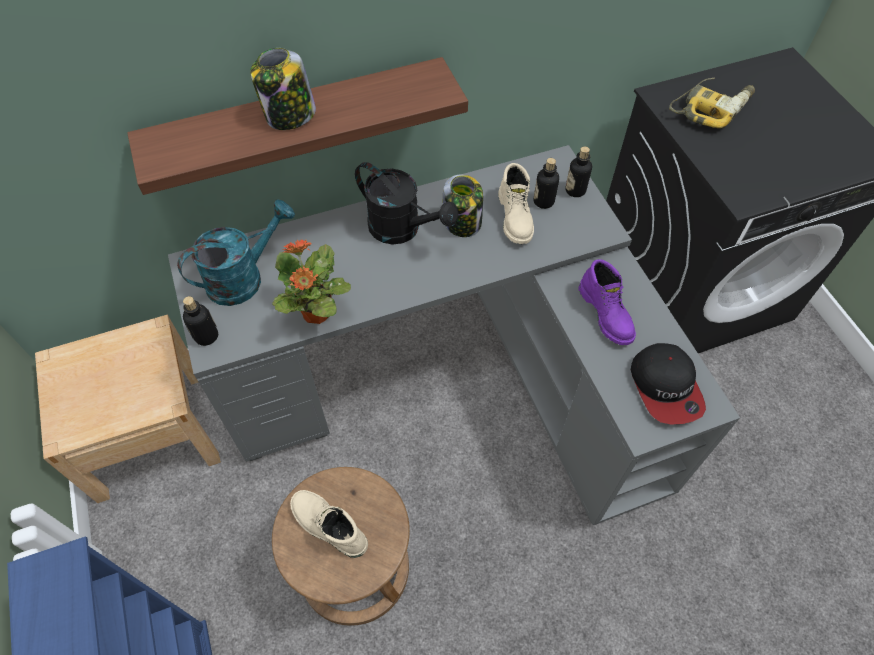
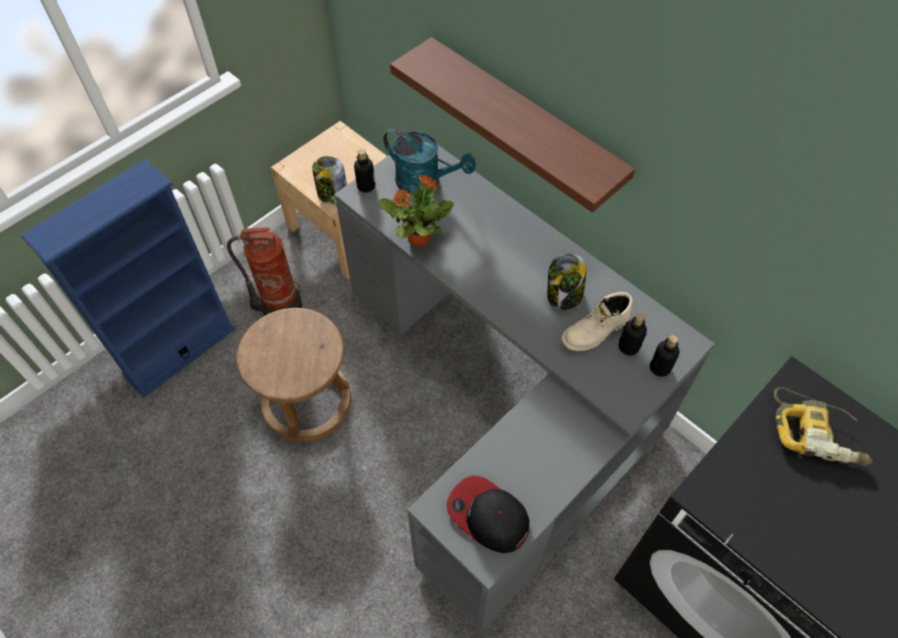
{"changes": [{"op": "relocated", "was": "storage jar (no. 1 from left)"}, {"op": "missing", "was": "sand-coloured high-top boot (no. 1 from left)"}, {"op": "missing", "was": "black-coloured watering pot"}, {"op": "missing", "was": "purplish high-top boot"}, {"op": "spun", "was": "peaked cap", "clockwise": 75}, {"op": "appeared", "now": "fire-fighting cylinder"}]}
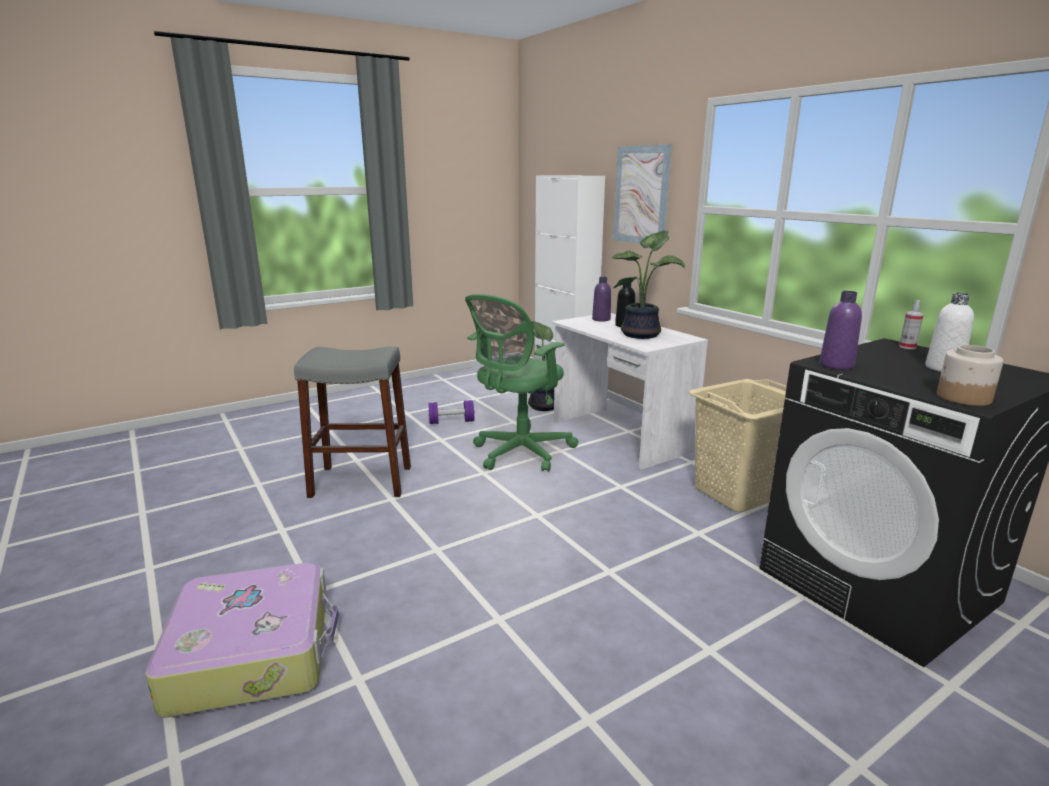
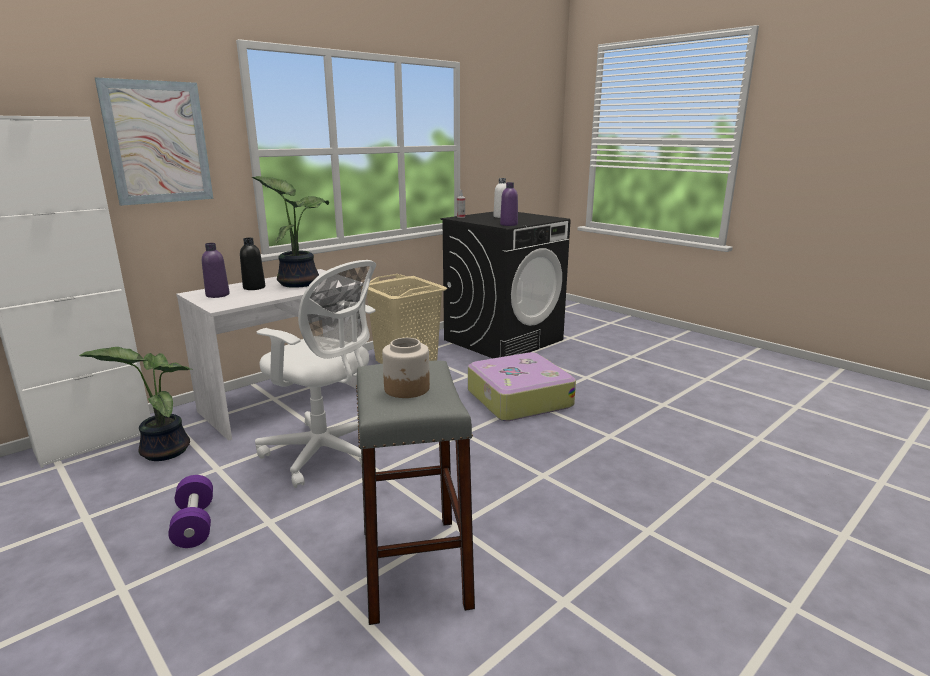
{"changes": [{"op": "relocated", "was": "travel case"}, {"op": "colour", "was": "green desk chair", "now": "white desk chair"}, {"op": "relocated", "was": "storage jar"}]}
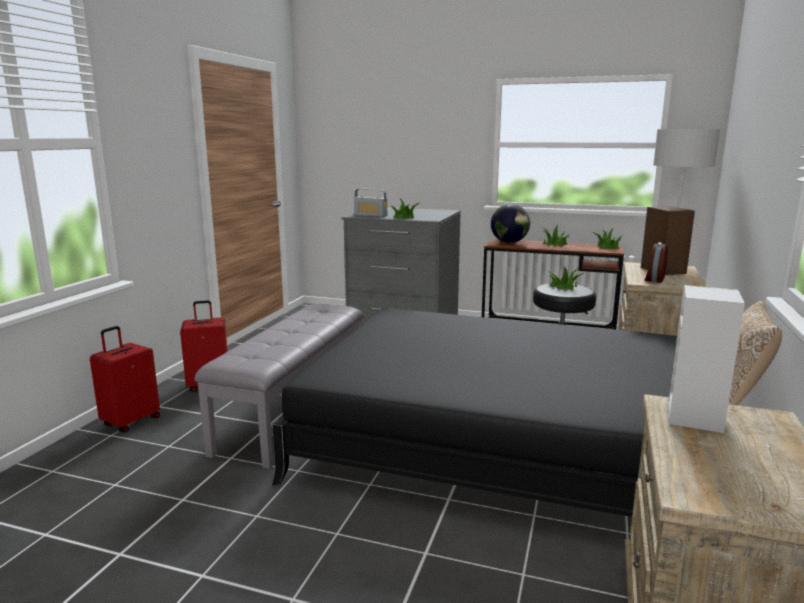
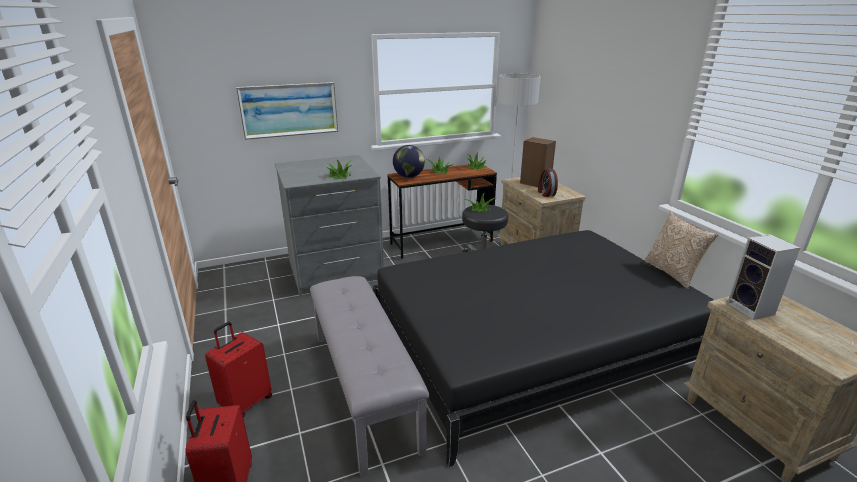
{"changes": [{"op": "missing", "was": "radio set"}, {"op": "appeared", "now": "wall picture"}]}
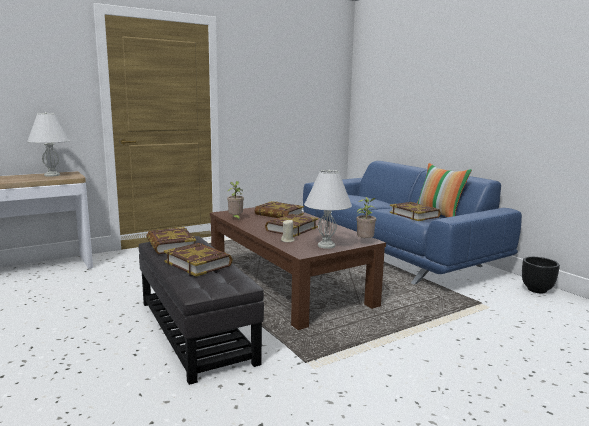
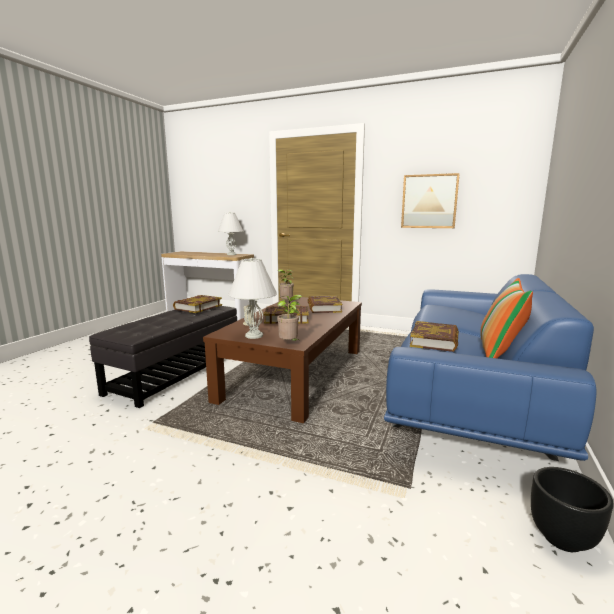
{"changes": [{"op": "missing", "was": "bound book (no. 2 from left)"}, {"op": "appeared", "now": "wall picture"}]}
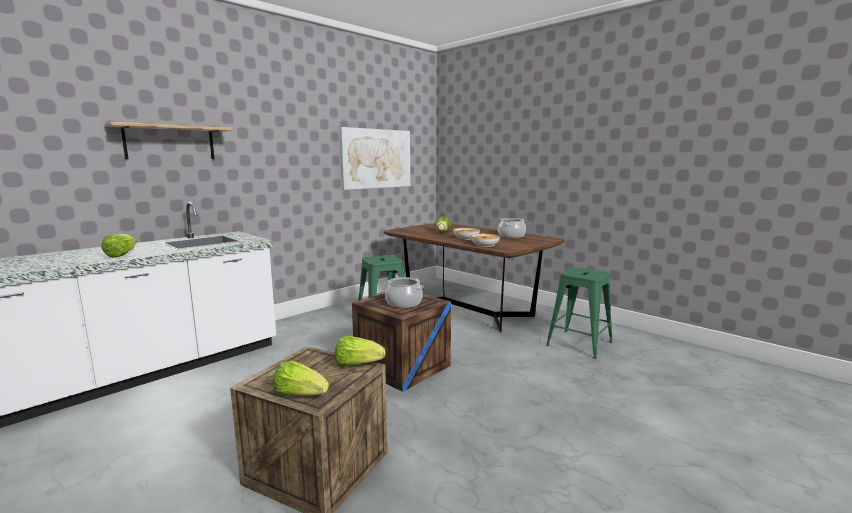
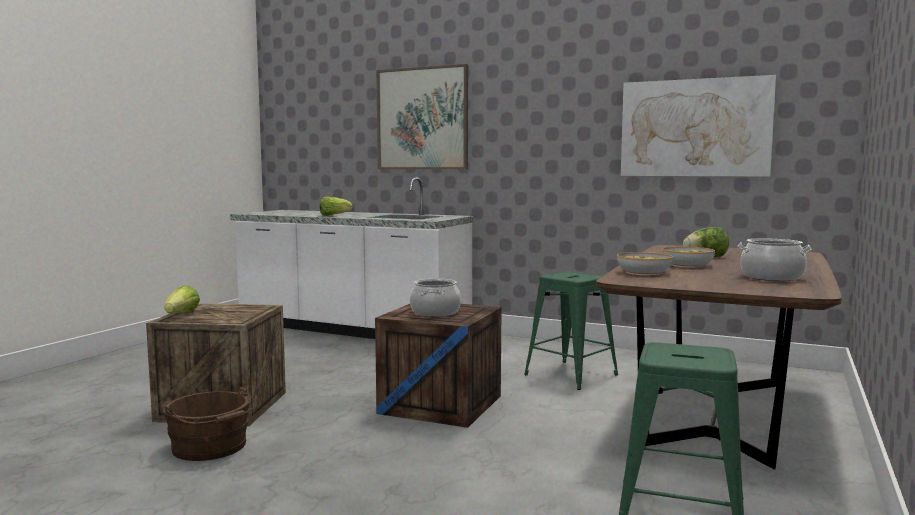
{"changes": [{"op": "exchanged", "was": "wall shelf", "now": "wall picture (no. 1 from left)"}, {"op": "missing", "was": "lettuce (no. 3 from left)"}, {"op": "appeared", "now": "brown-coloured pail"}]}
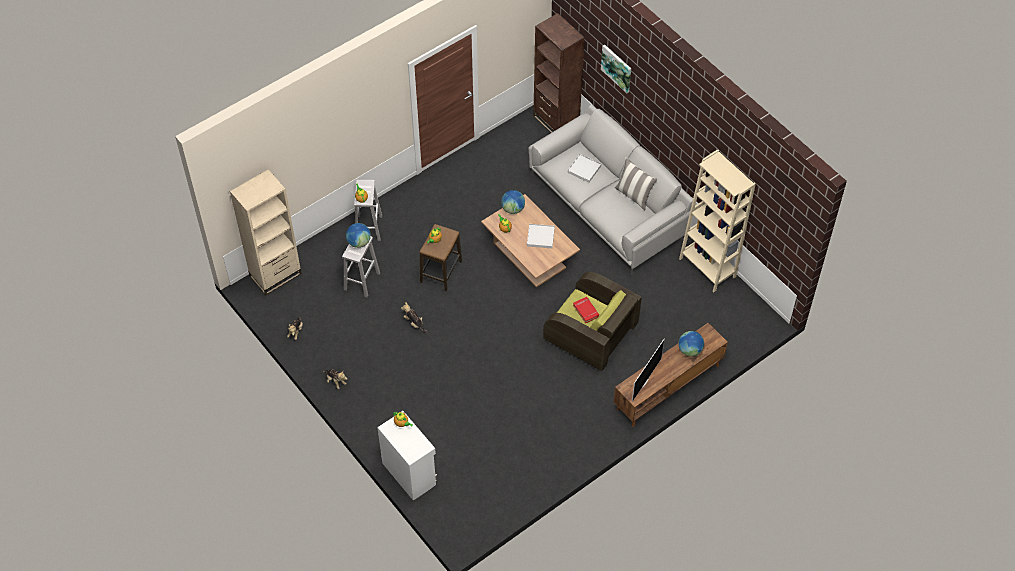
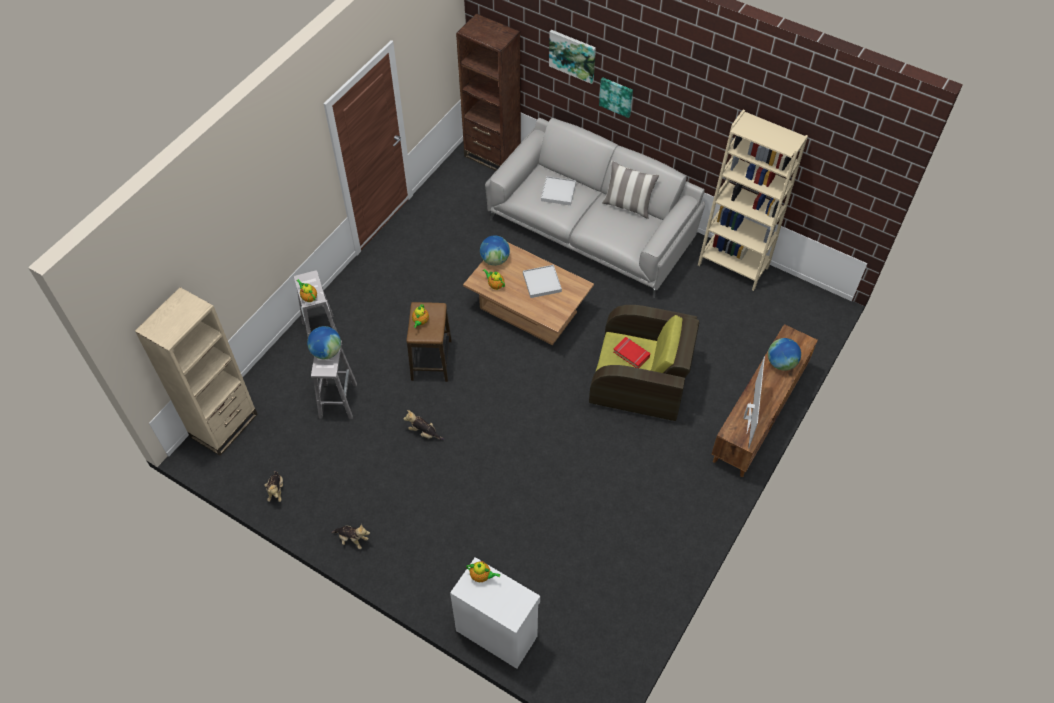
{"changes": [{"op": "appeared", "now": "wall picture (no. 2 from left)"}]}
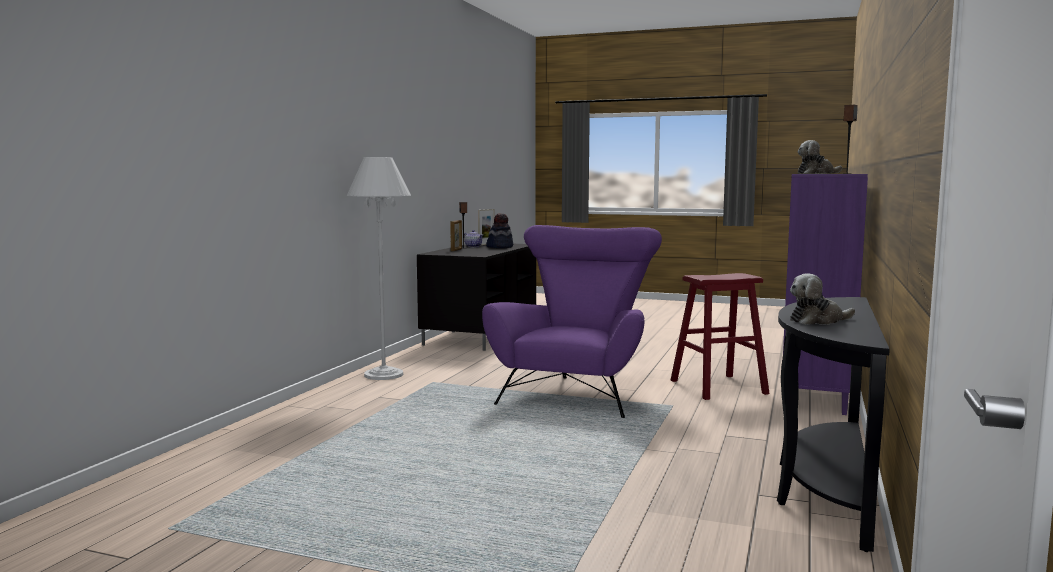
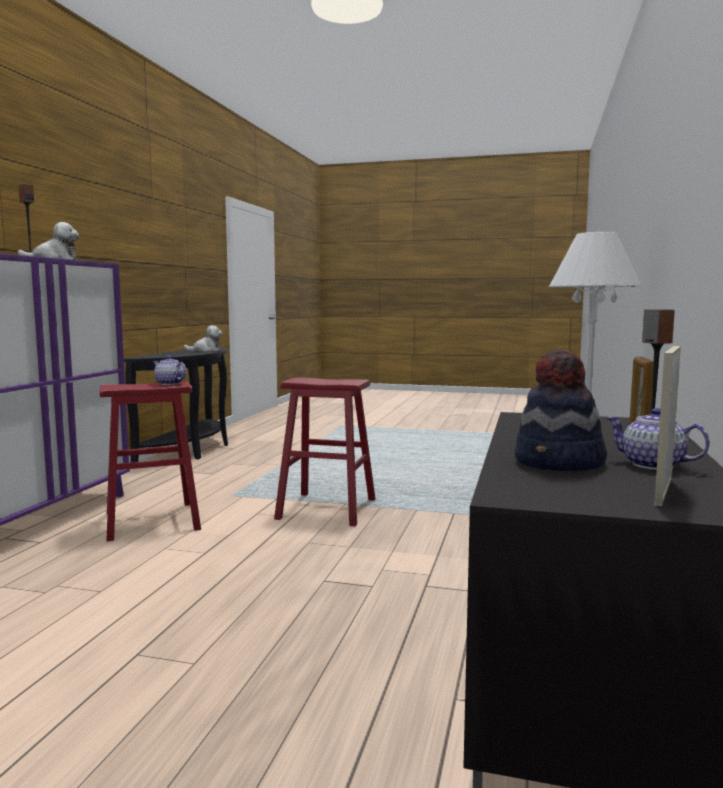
{"changes": [{"op": "exchanged", "was": "purplish lounge chair", "now": "red stool seat (no. 2 from left)"}, {"op": "appeared", "now": "teapot (no. 1 from left)"}]}
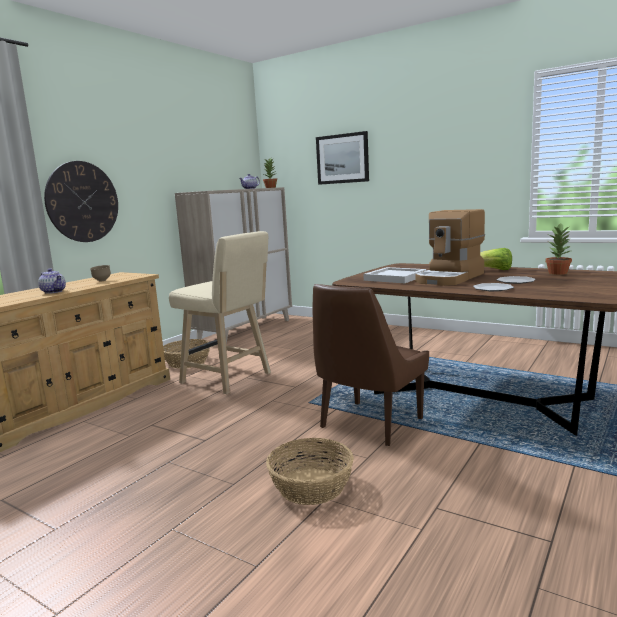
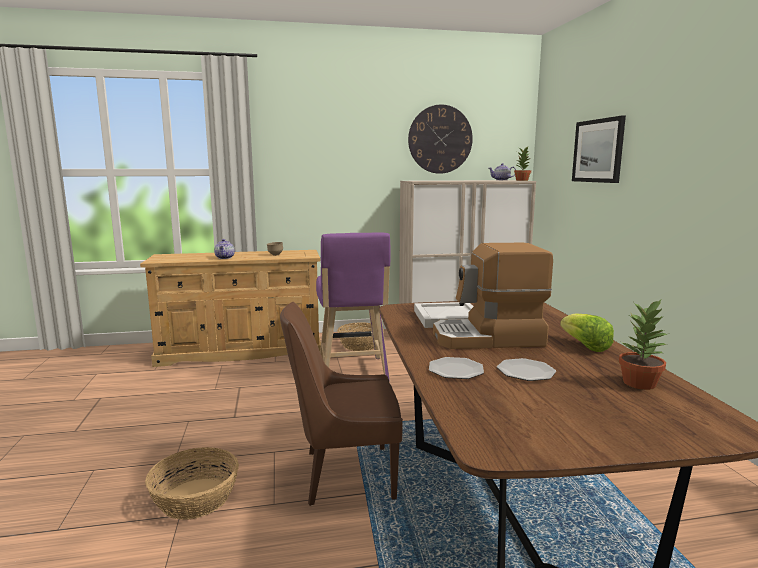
{"changes": [{"op": "relocated", "was": "clock on the wall"}, {"op": "colour", "was": "sand-coloured stool seat", "now": "purplish stool seat"}]}
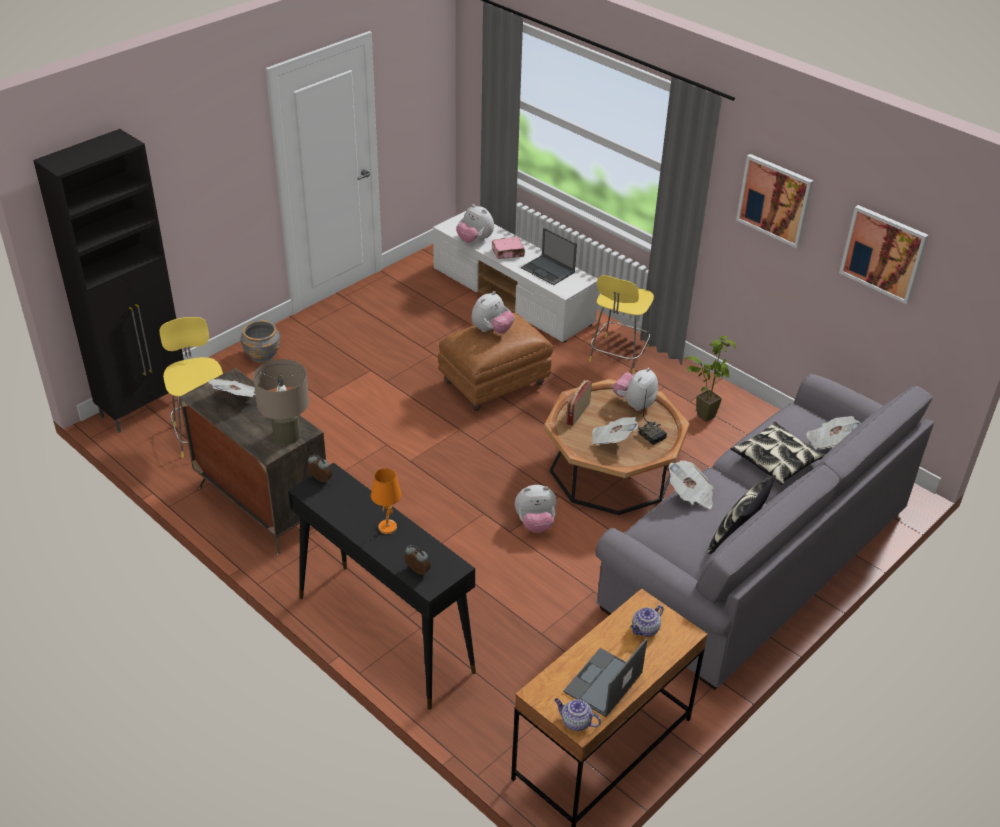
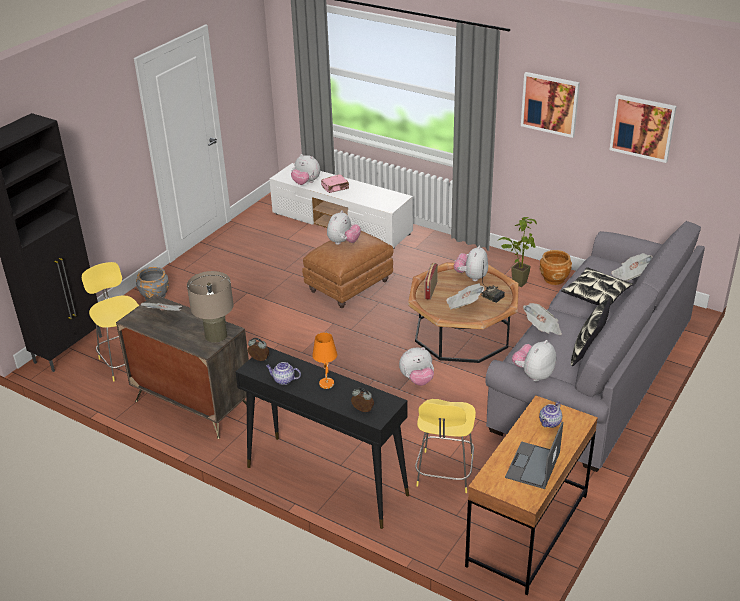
{"changes": [{"op": "missing", "was": "laptop (no. 1 from left)"}, {"op": "relocated", "was": "teapot (no. 1 from left)"}, {"op": "relocated", "was": "yellow stool seat (no. 2 from left)"}, {"op": "appeared", "now": "cuddly toy (no. 5 from left)"}, {"op": "appeared", "now": "brown-coloured plant pot"}]}
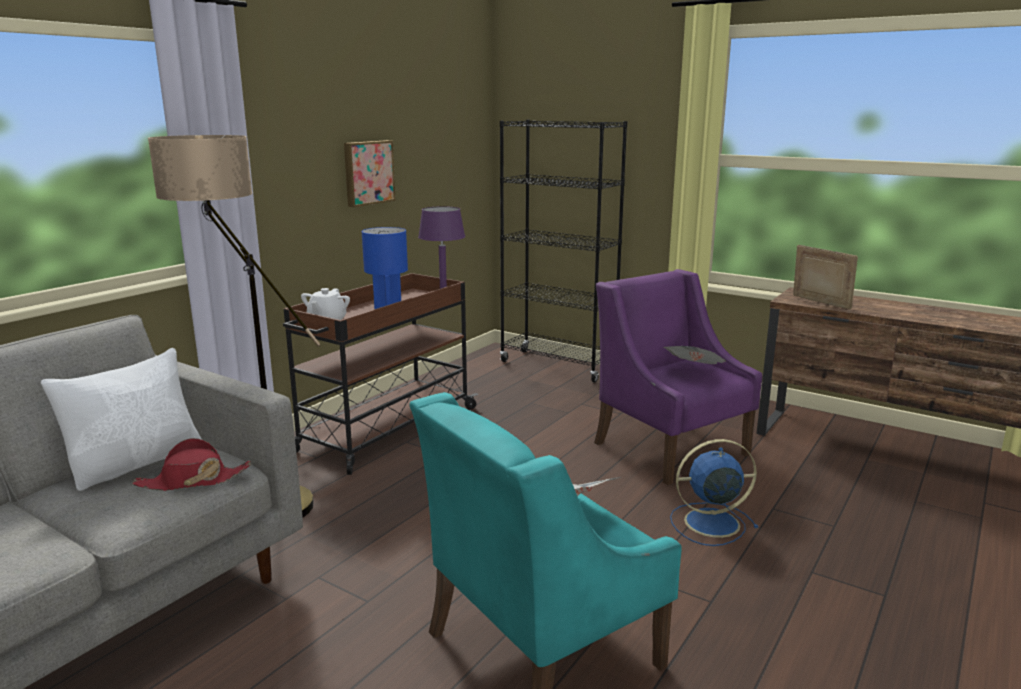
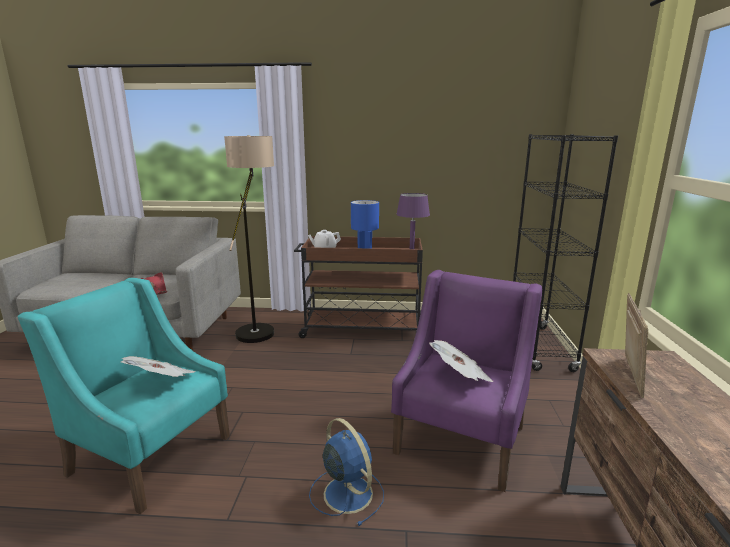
{"changes": [{"op": "missing", "was": "white throw pillow"}, {"op": "missing", "was": "wall picture"}]}
